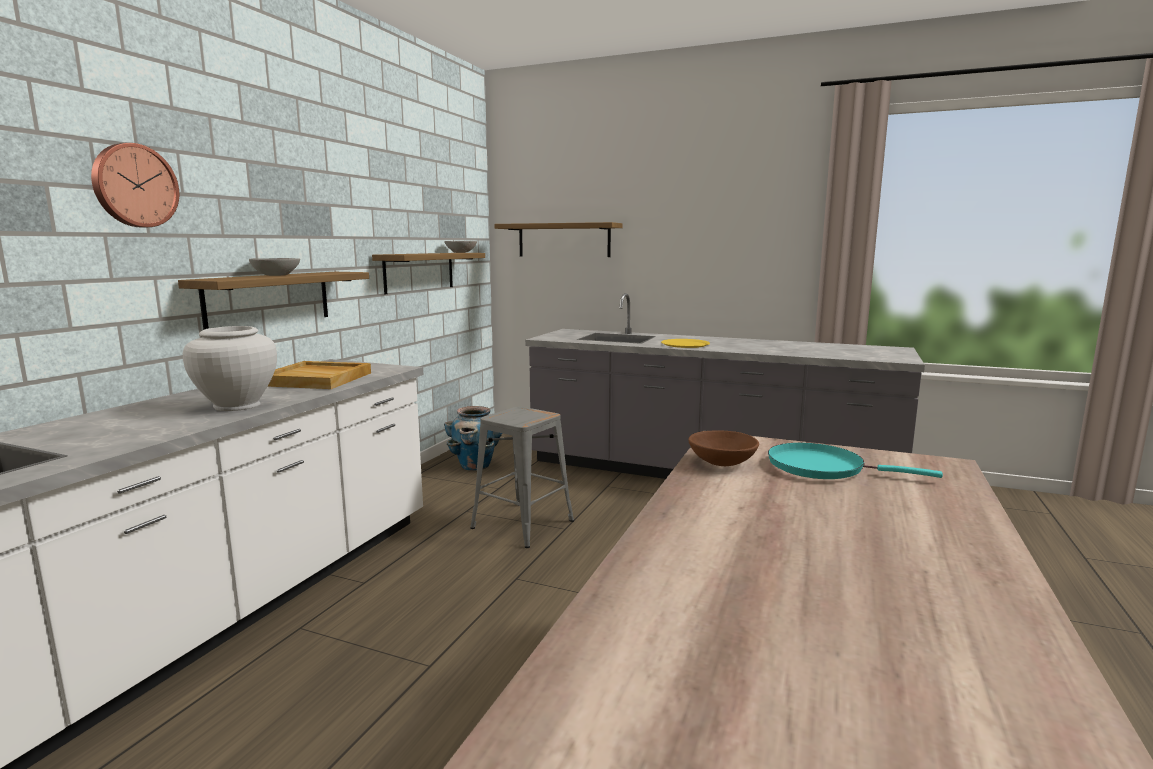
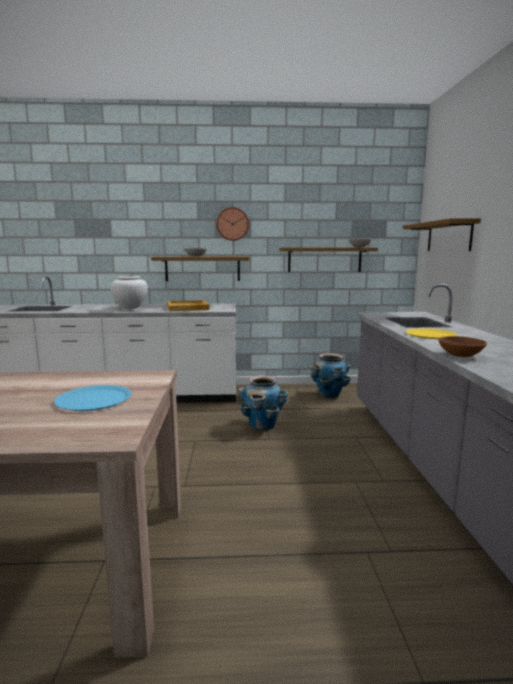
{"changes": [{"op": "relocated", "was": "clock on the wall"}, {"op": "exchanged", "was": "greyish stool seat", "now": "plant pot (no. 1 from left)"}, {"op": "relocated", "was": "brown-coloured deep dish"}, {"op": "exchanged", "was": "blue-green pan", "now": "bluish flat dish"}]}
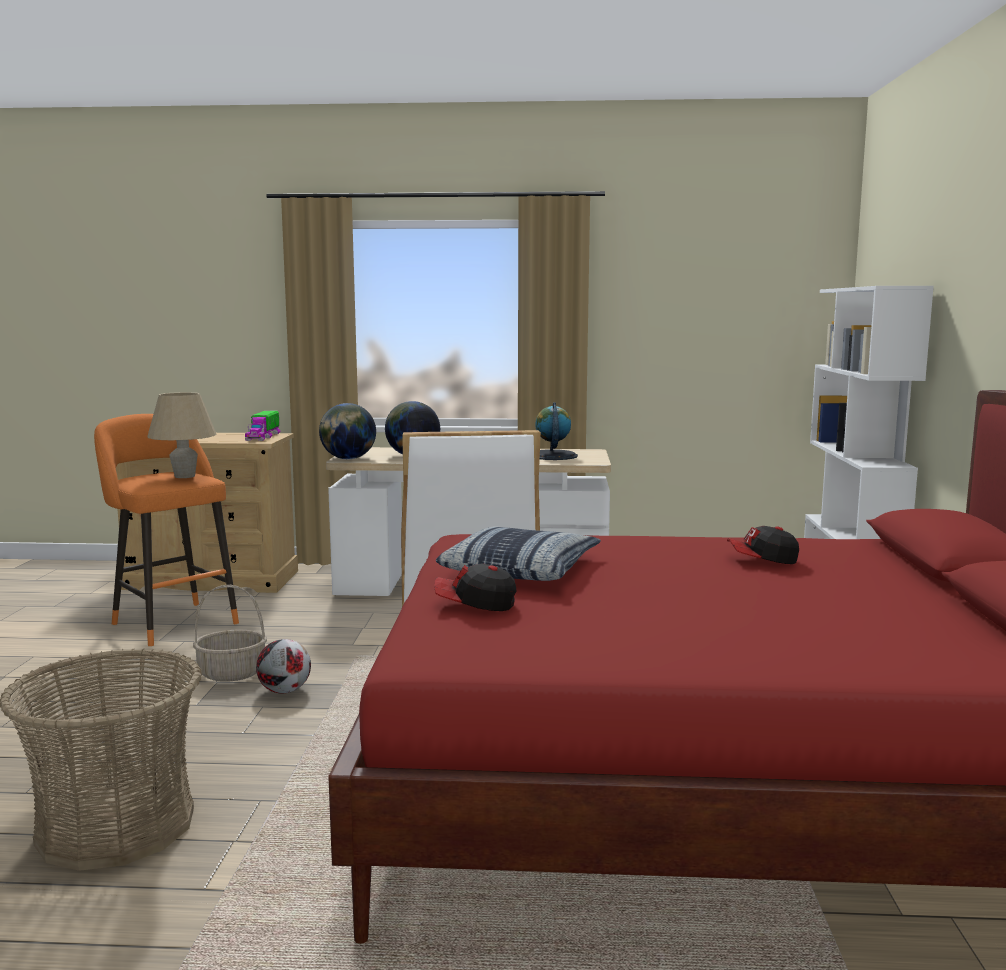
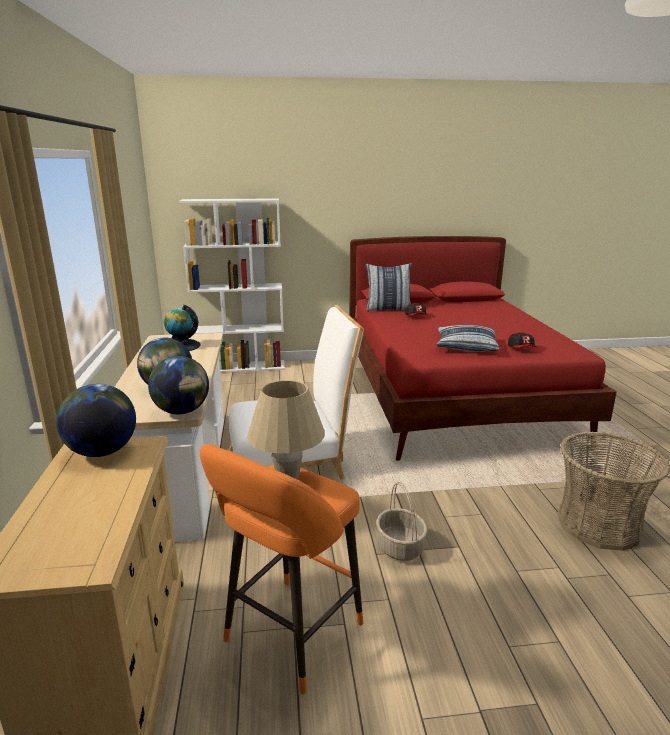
{"changes": [{"op": "exchanged", "was": "model truck", "now": "desk globe (no. 1 from left)"}, {"op": "missing", "was": "football ball"}, {"op": "appeared", "now": "throw pillow (no. 1 from left)"}]}
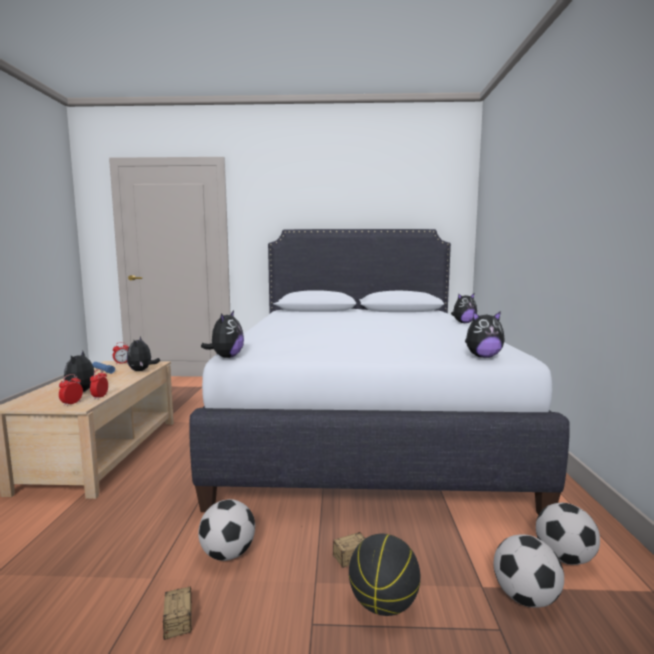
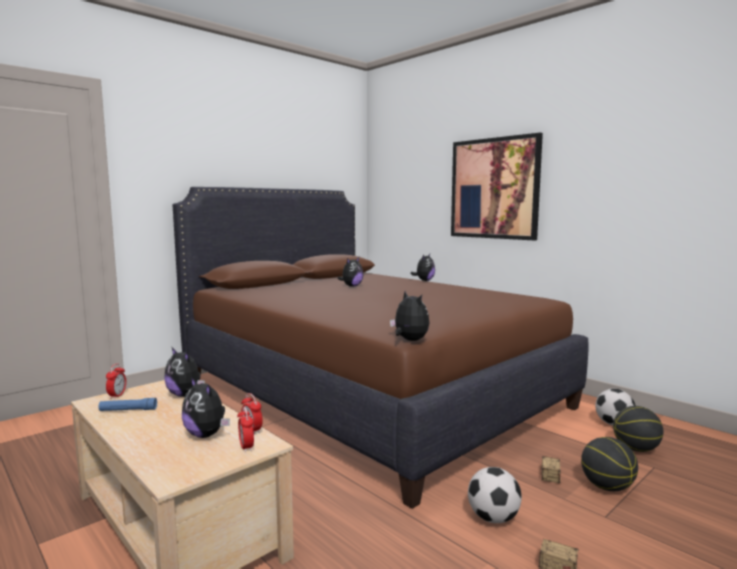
{"changes": [{"op": "colour", "was": "white sleeping bed", "now": "brown-coloured sleeping bed"}, {"op": "relocated", "was": "cuddly toy (no. 5 from left in the first image)", "now": "cuddly toy (no. 3 from left)"}, {"op": "exchanged", "was": "football ball (no. 2 from left)", "now": "basketball ball (no. 2 from left)"}, {"op": "appeared", "now": "wall picture"}]}
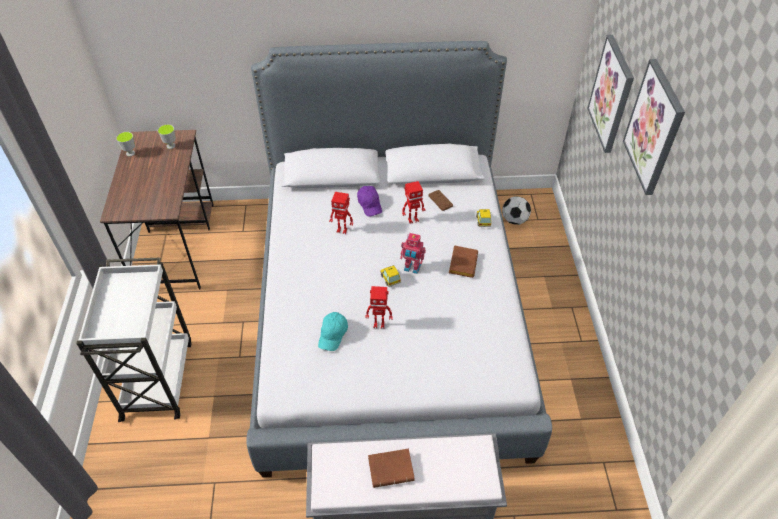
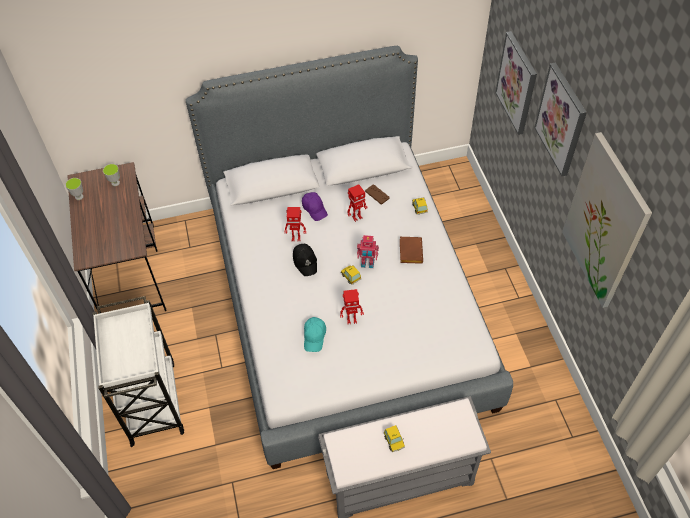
{"changes": [{"op": "exchanged", "was": "brown-coloured bound book (no. 1 from left)", "now": "model car (no. 2 from left)"}, {"op": "missing", "was": "football ball"}, {"op": "appeared", "now": "black-coloured peaked cap"}, {"op": "appeared", "now": "wall picture (no. 3 from left)"}]}
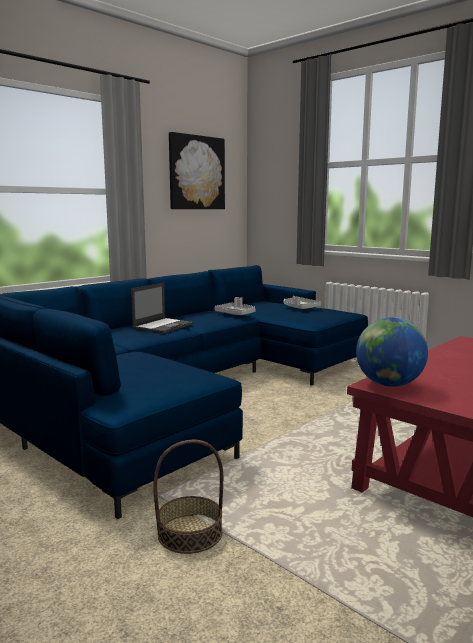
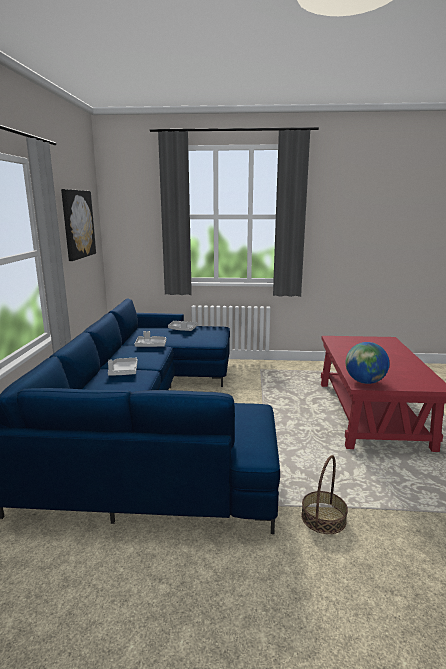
{"changes": [{"op": "exchanged", "was": "laptop", "now": "greyish carrying tray (no. 1 from left)"}]}
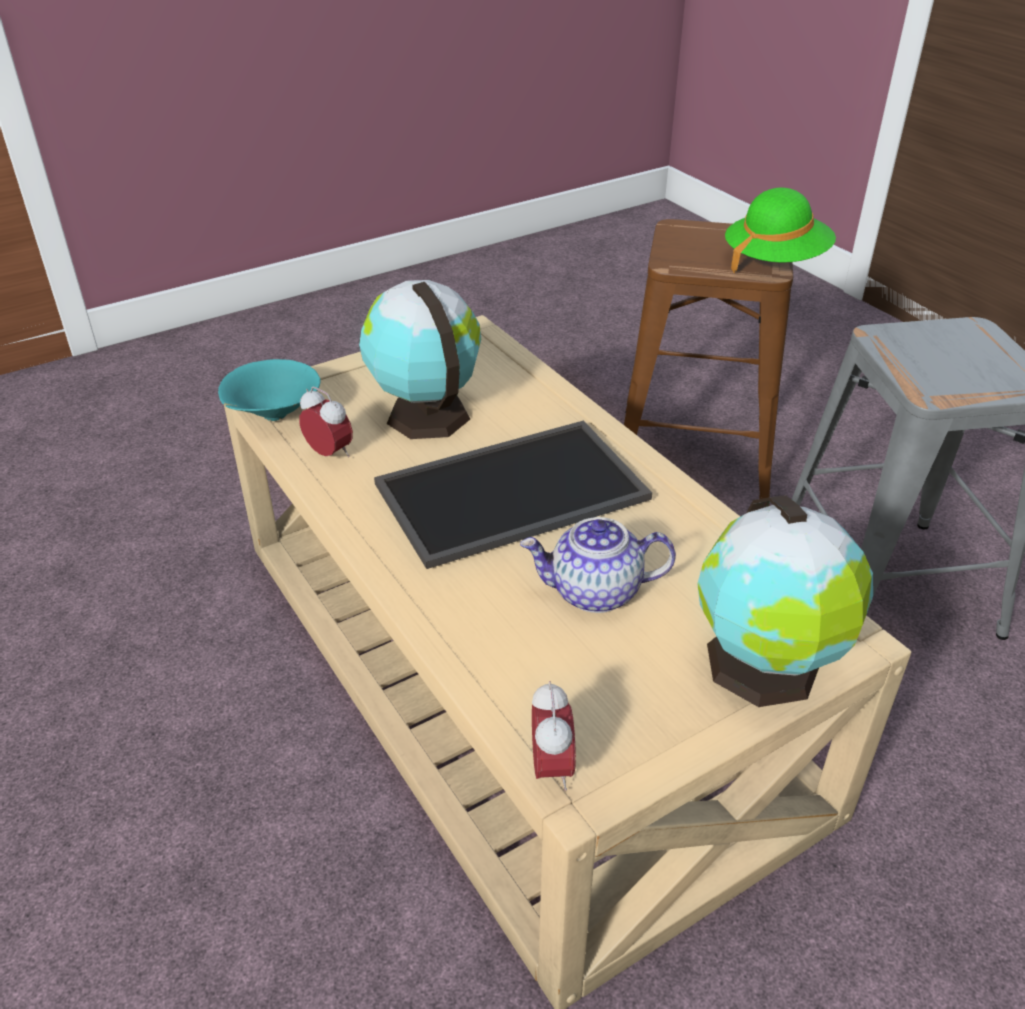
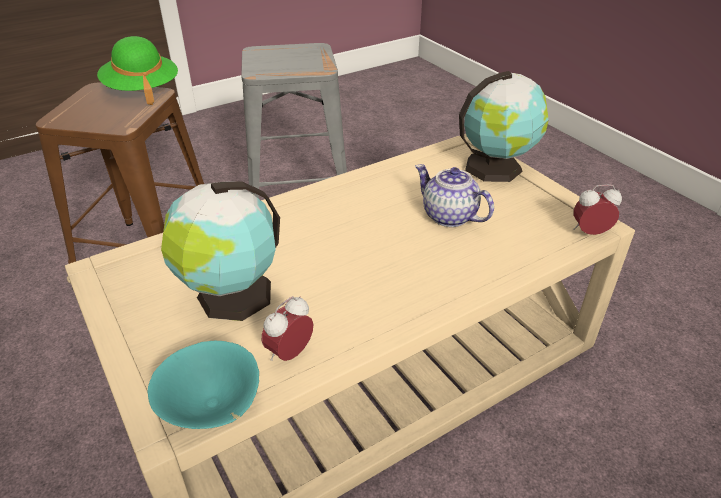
{"changes": [{"op": "missing", "was": "carrying tray"}, {"op": "spun", "was": "teapot", "clockwise": 135}]}
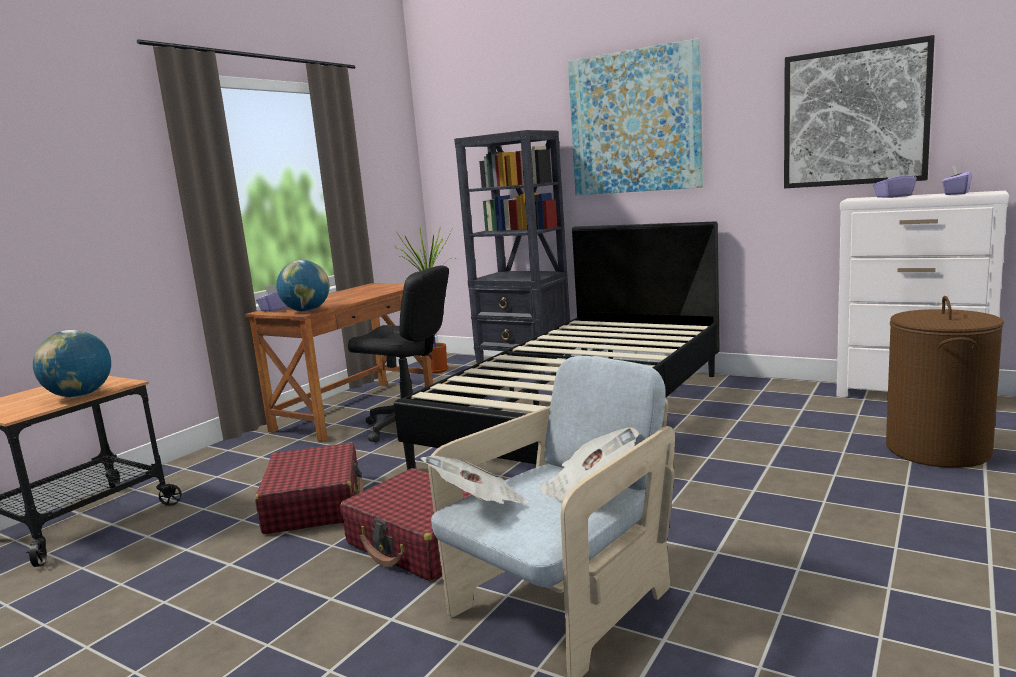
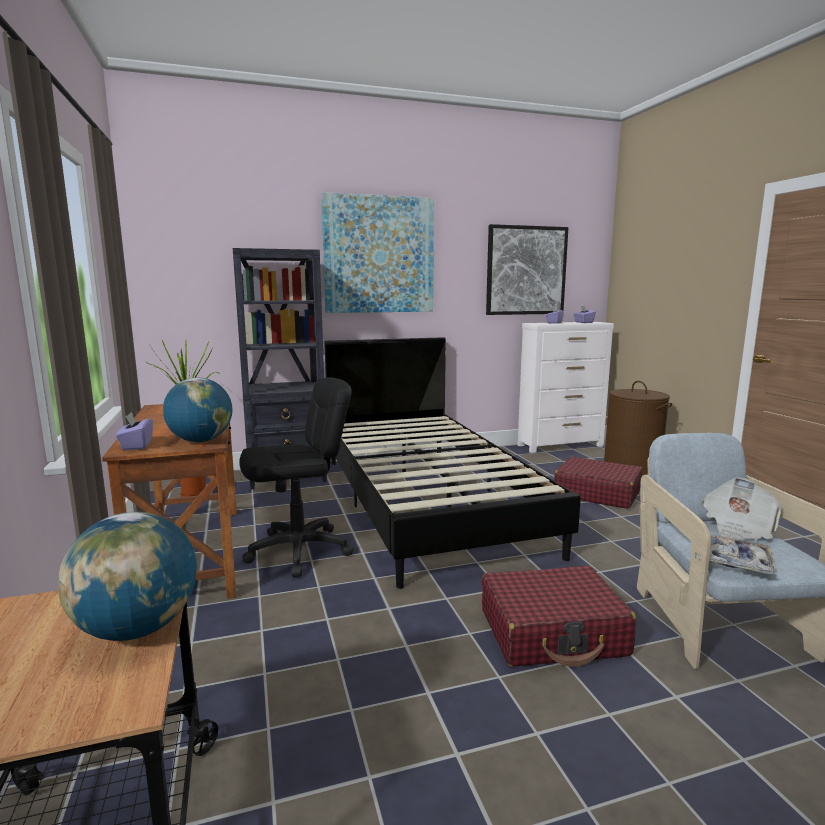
{"changes": [{"op": "relocated", "was": "red travel case (no. 1 from left in the first image)", "now": "red travel case (no. 2 from left)"}, {"op": "exchanged", "was": "newspaper (no. 1 from left)", "now": "carrying tray"}]}
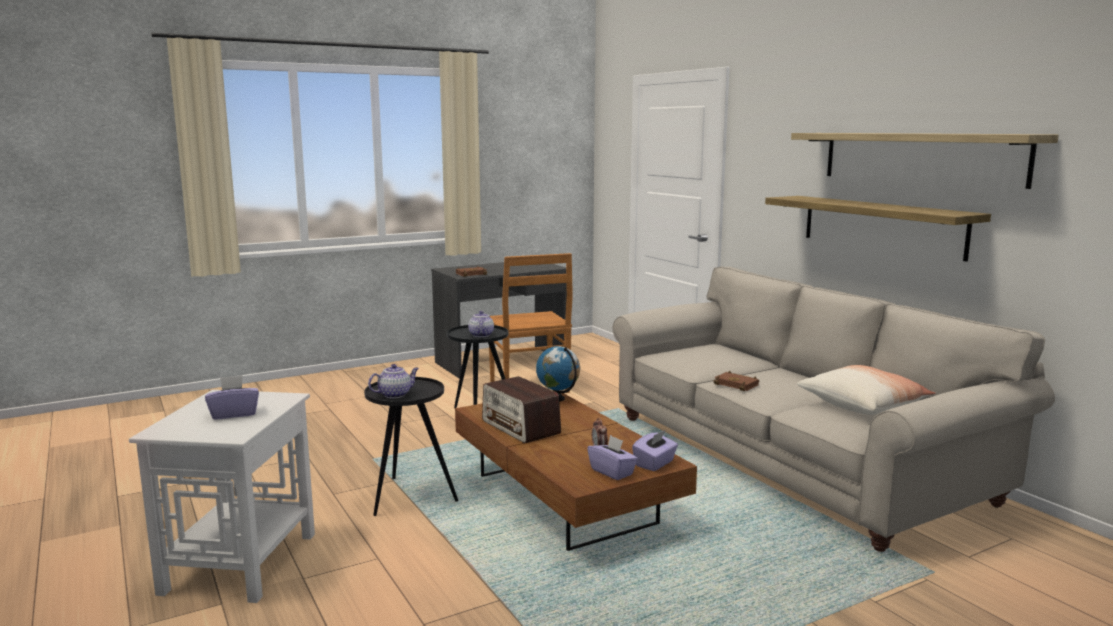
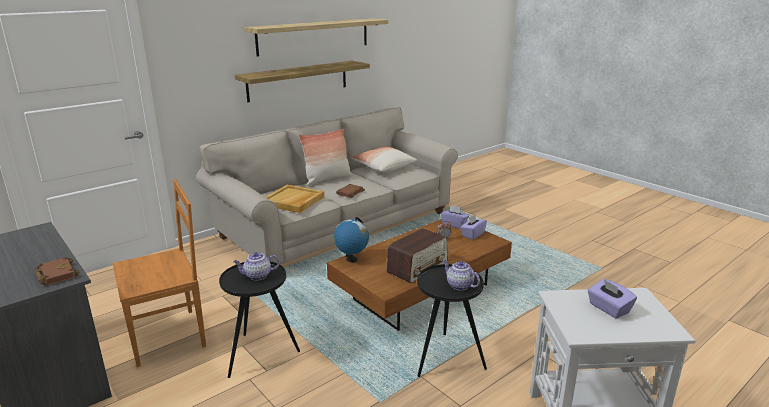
{"changes": [{"op": "appeared", "now": "sand-coloured carrying tray"}, {"op": "appeared", "now": "throw pillow (no. 1 from left)"}]}
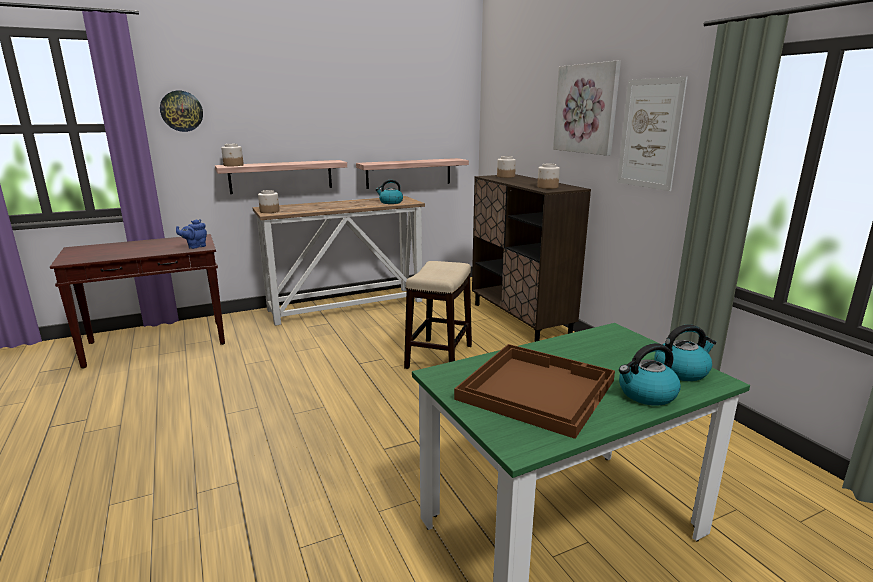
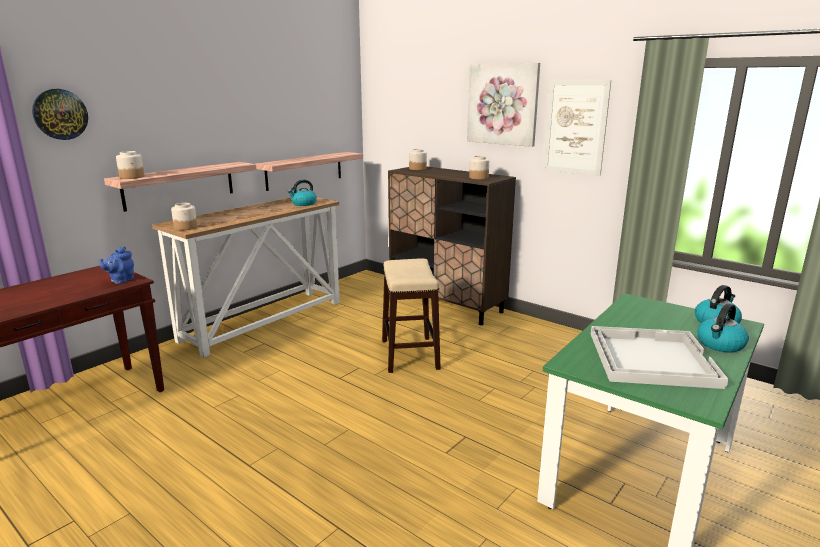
{"changes": [{"op": "colour", "was": "brown-coloured carrying tray", "now": "white carrying tray"}]}
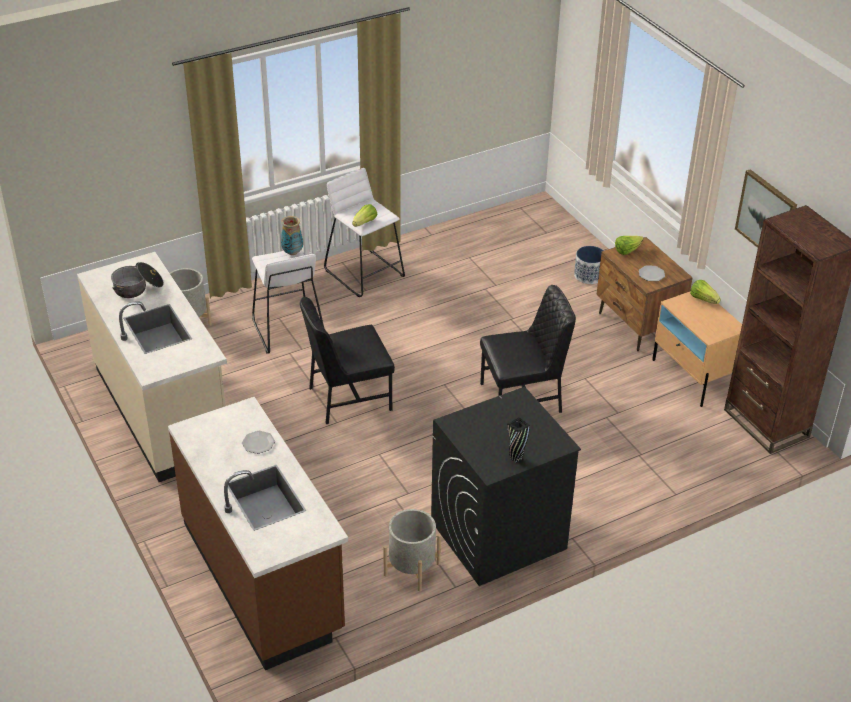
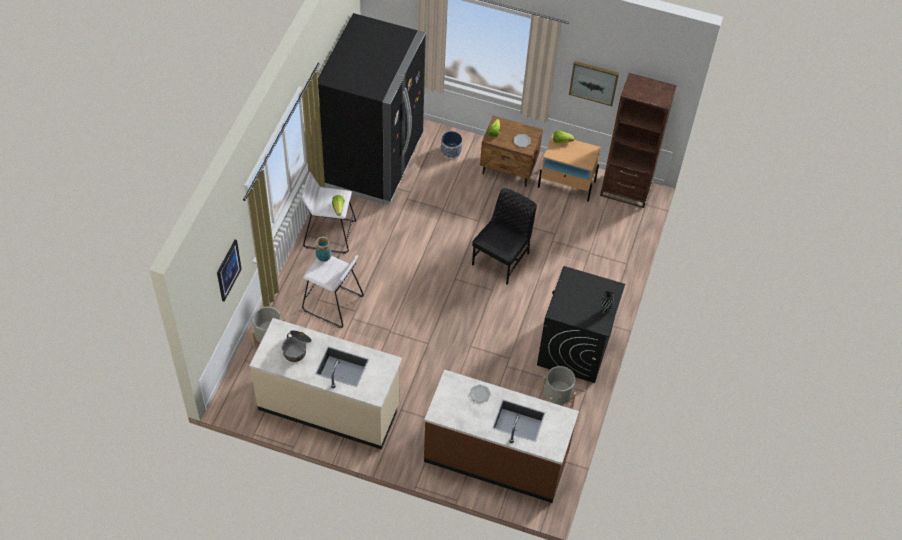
{"changes": [{"op": "missing", "was": "black-coloured plain chair (no. 1 from left)"}, {"op": "appeared", "now": "wall picture (no. 1 from left)"}, {"op": "appeared", "now": "black-coloured fridge"}]}
